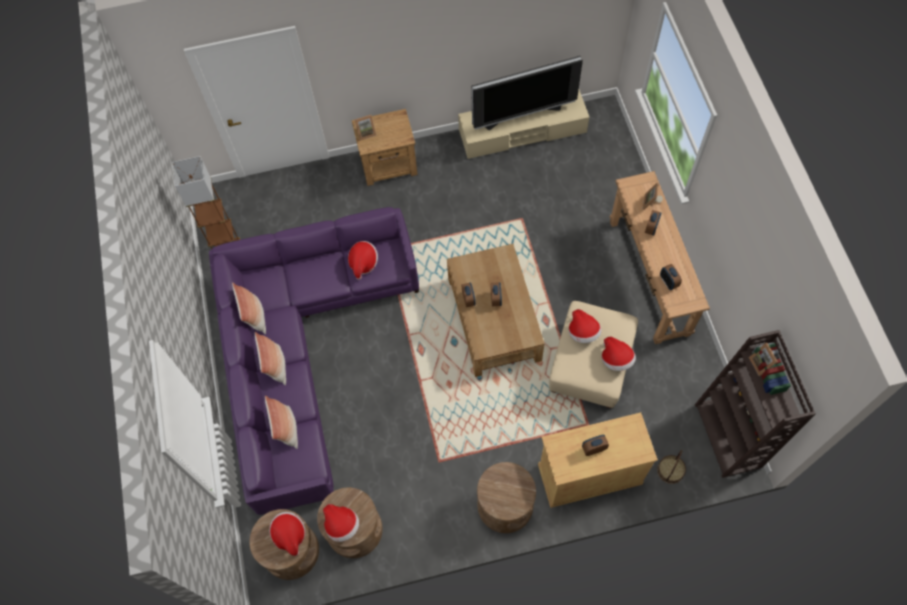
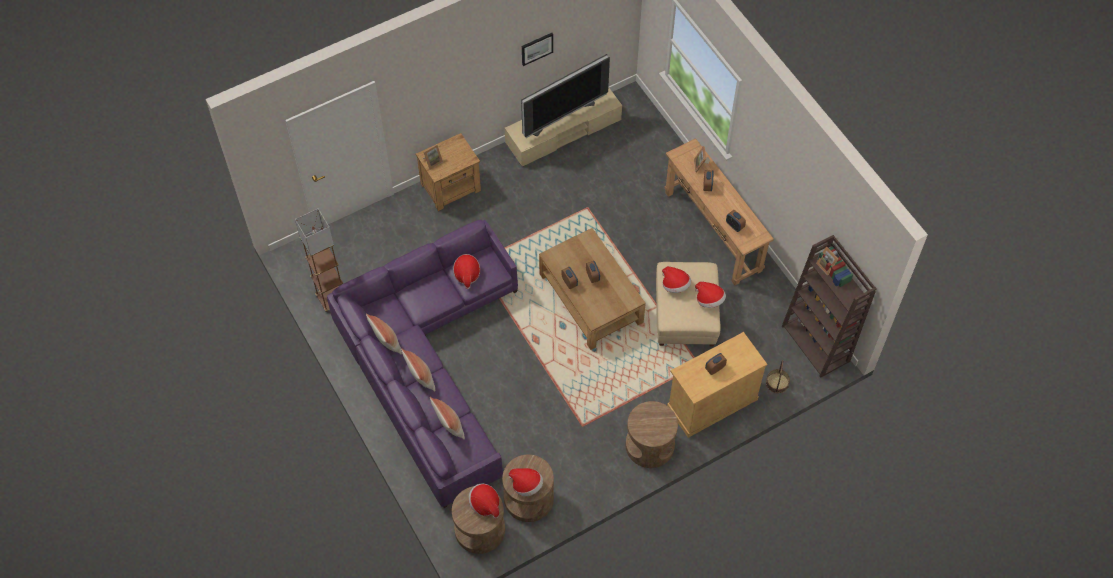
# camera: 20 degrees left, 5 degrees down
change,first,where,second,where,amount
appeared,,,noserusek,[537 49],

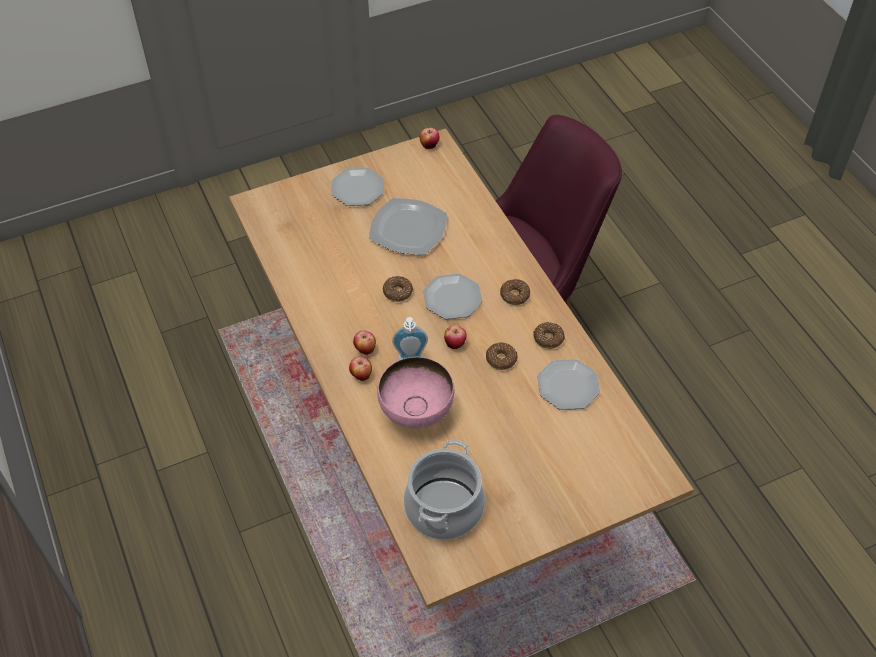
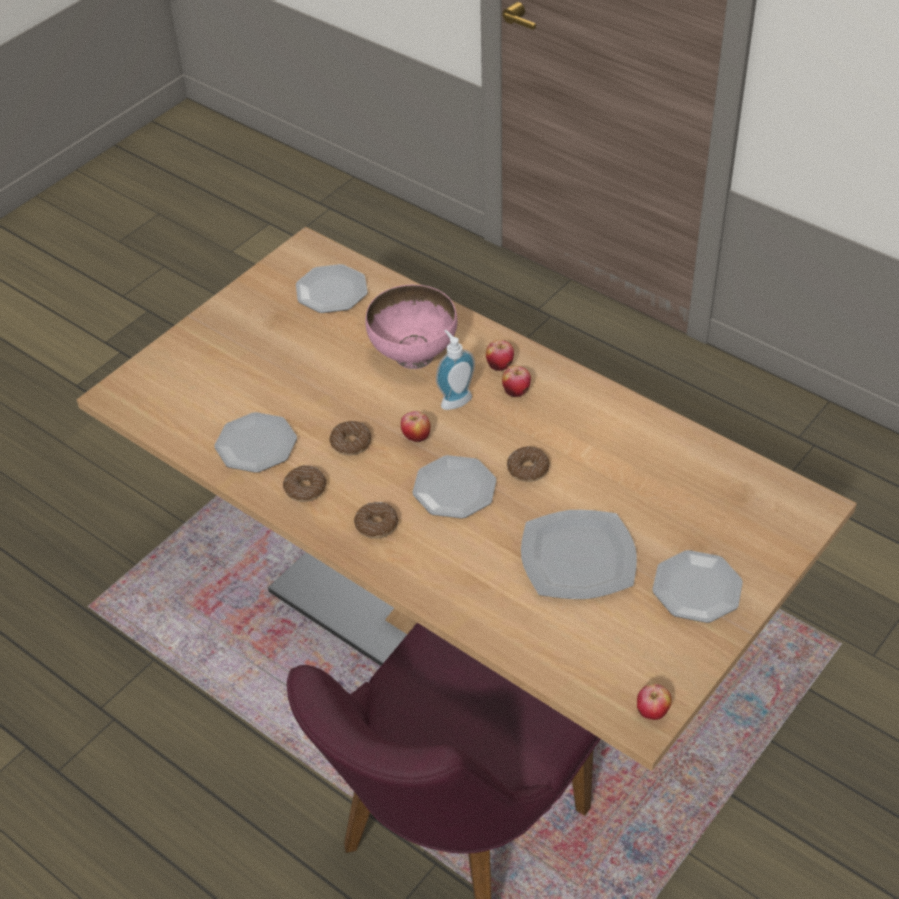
# camera: 155 degrees right, 5 degrees down
change,first,where,second,where,amount
exchanged,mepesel,[444 490],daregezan,[332 288],

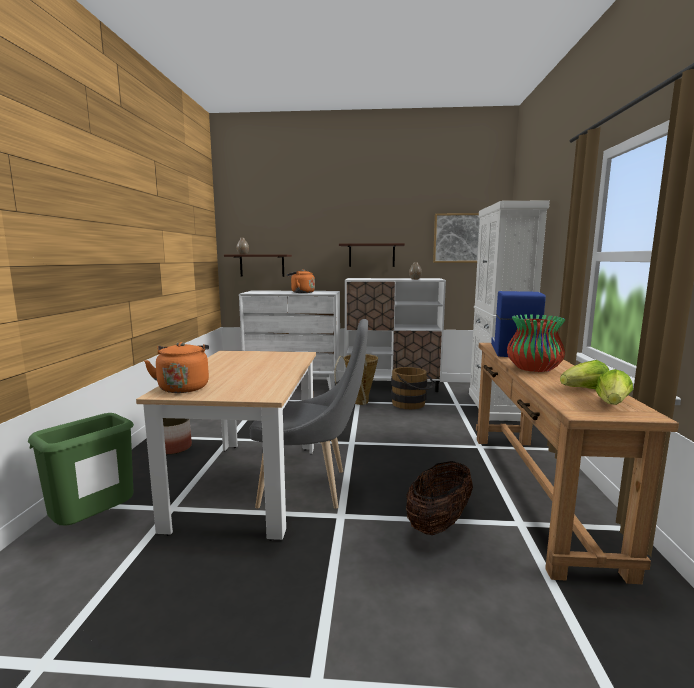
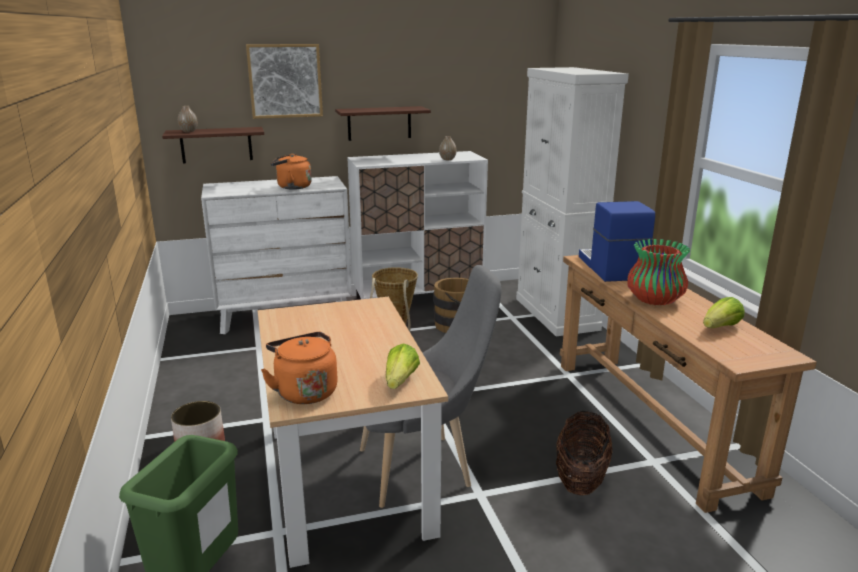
# camera: 20 degrees left, 10 degrees up
change,first,where,second,where,amount
relocated,noserusek,[456 238],,[284 81],
relocated,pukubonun,[614 387],,[403 366],

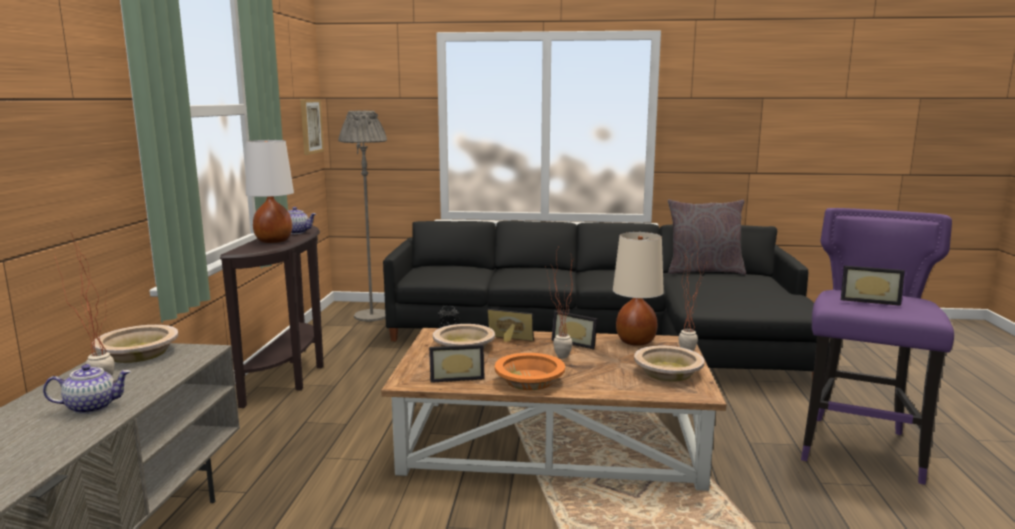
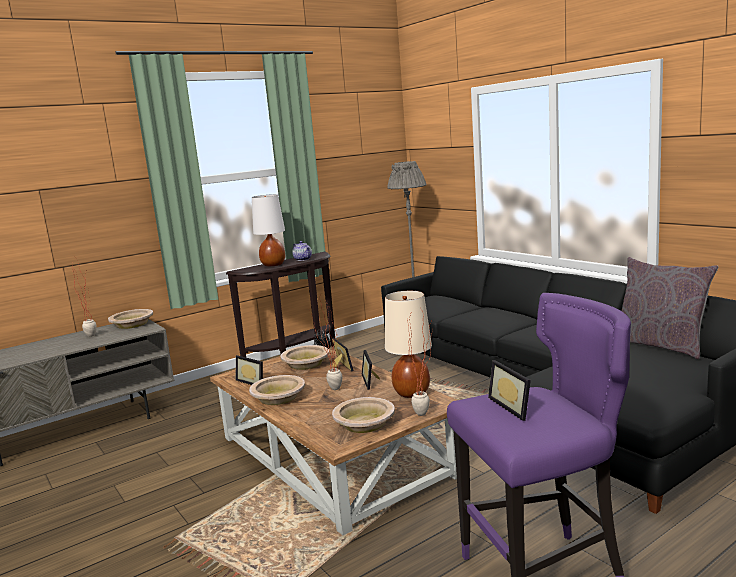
# camera: 50 degrees right, 0 degrees up
change,first,where,second,where,amount
missing,noserusek,[312 127],,,
colour,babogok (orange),[530 371],babogok (beige),[277 390],
missing,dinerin,[87 389],,,

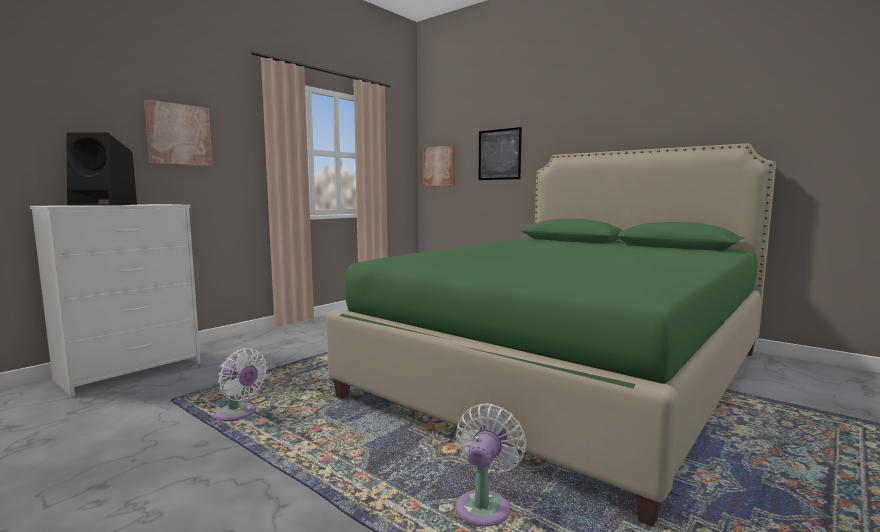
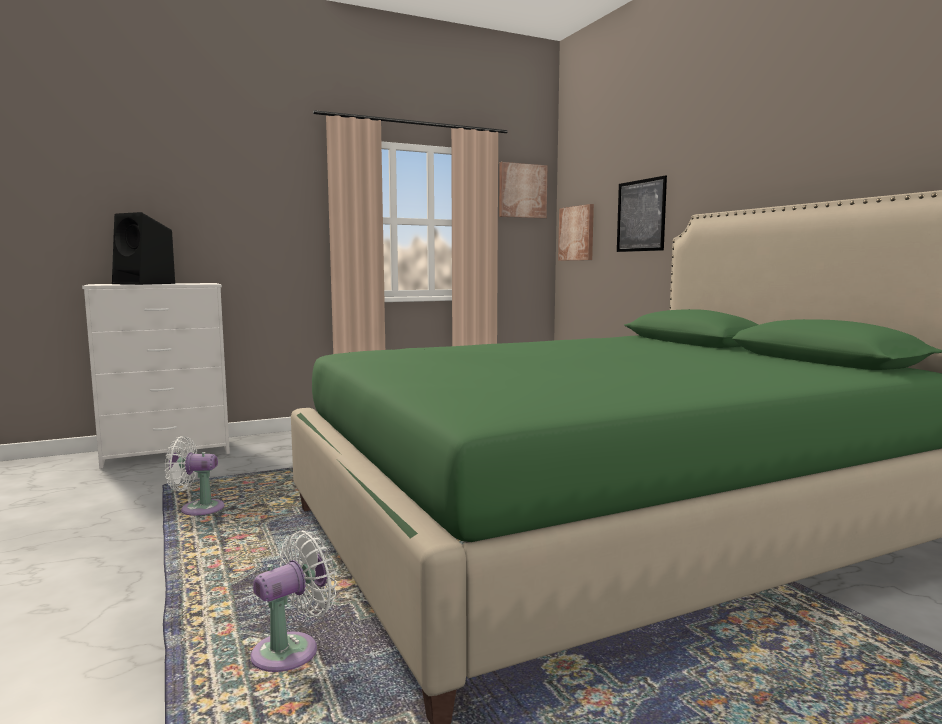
# camera: 25 degrees right, 0 degrees up
change,first,where,second,where,amount
relocated,noserusek,[178 132],,[523 190],
spun,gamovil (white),[241 384],,[195 476],120 degrees clockwise

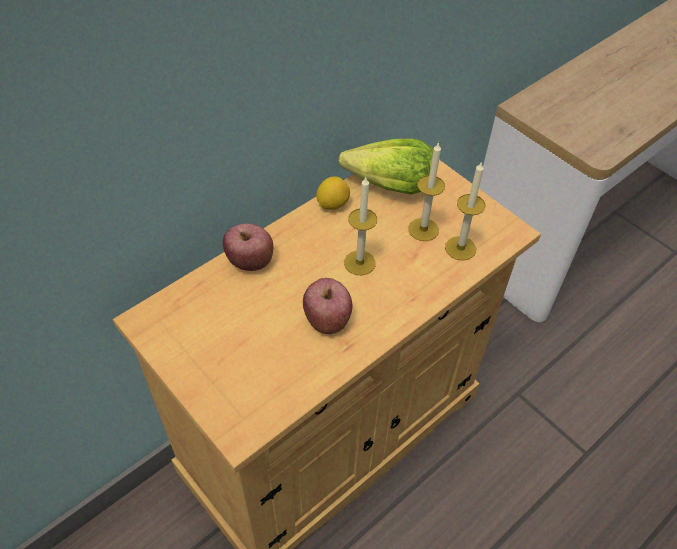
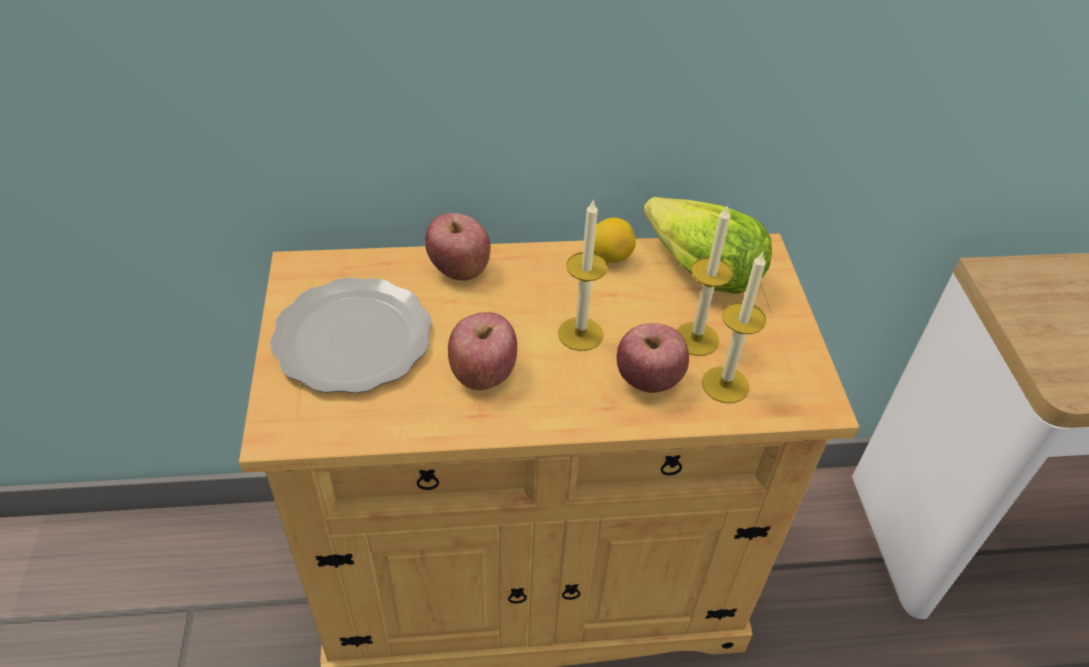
# camera: 35 degrees right, 5 degrees down
change,first,where,second,where,amount
appeared,,,daregezan,[351 335],
appeared,,,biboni,[653 358],

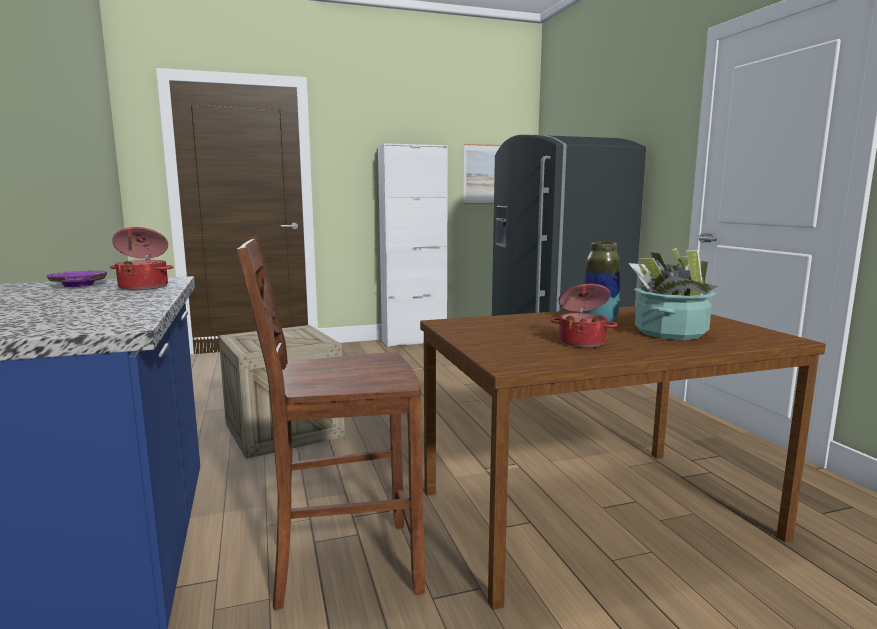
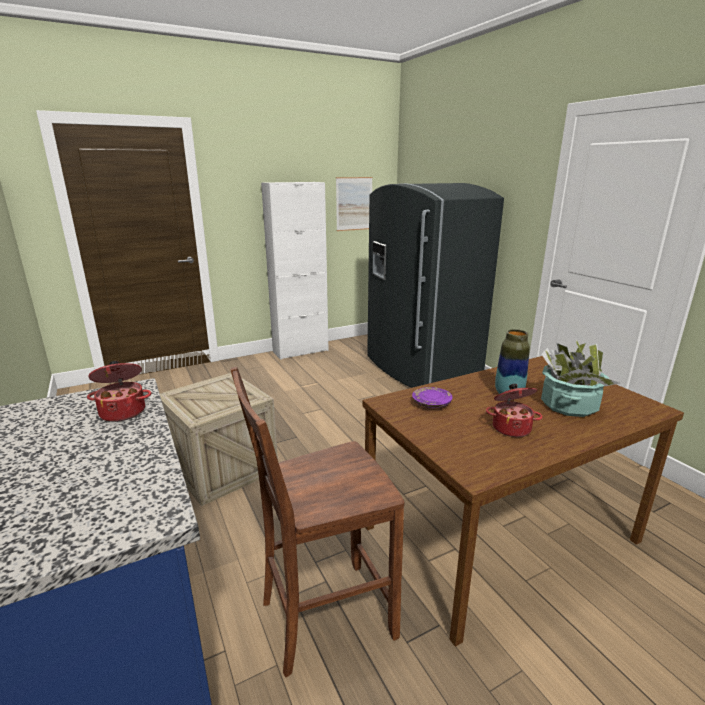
# camera: 10 degrees left, 10 degrees up
change,first,where,second,where,amount
relocated,daregezan (purple),[76 278],,[432 397],

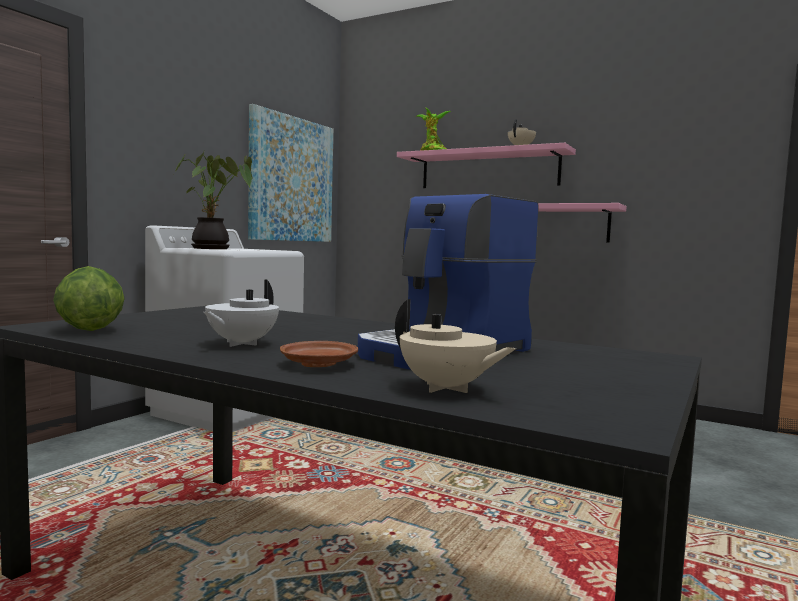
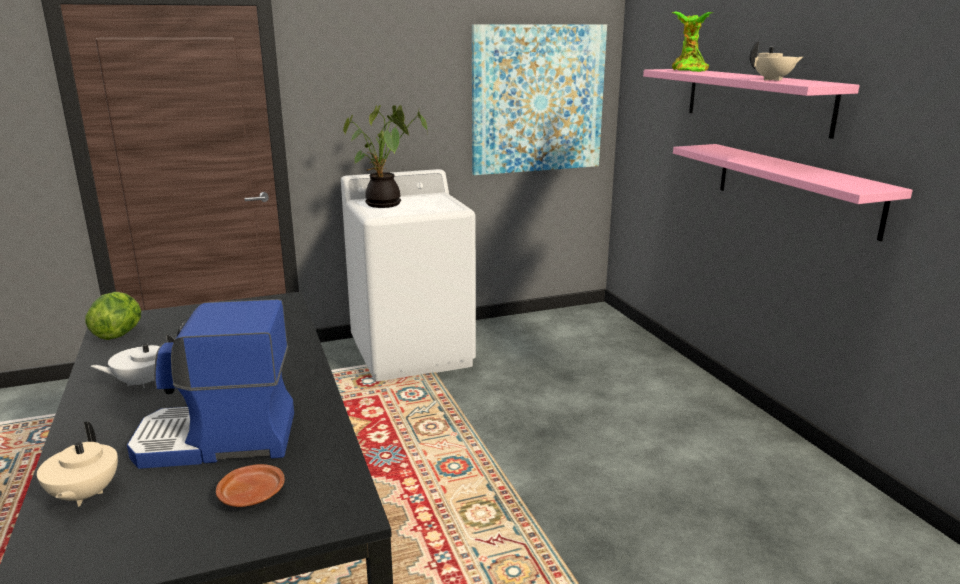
# camera: 40 degrees right, 15 degrees up
change,first,where,second,where,amount
relocated,daregezan (brown),[319 354],,[250 485],

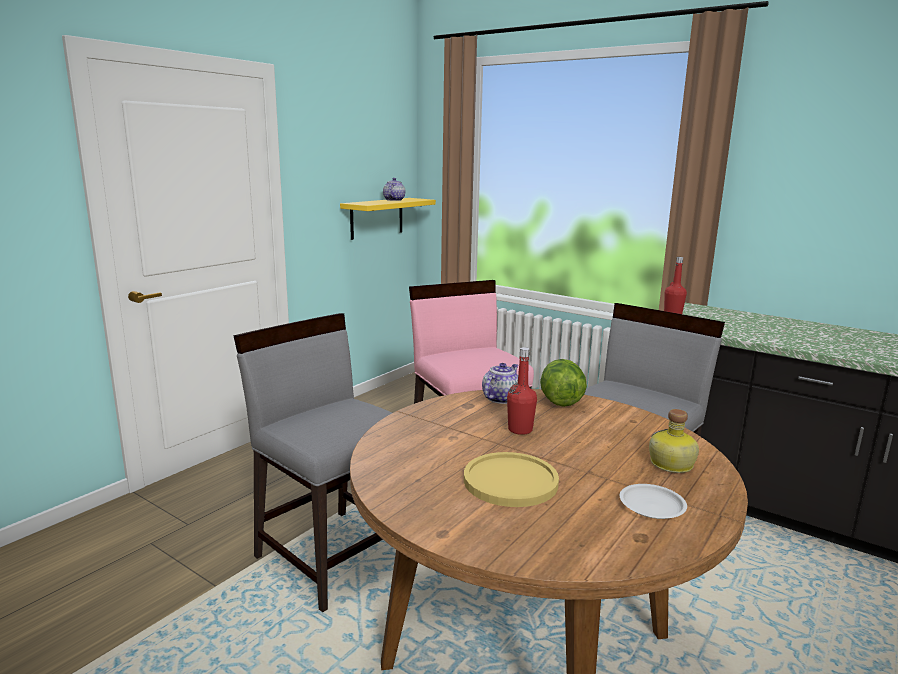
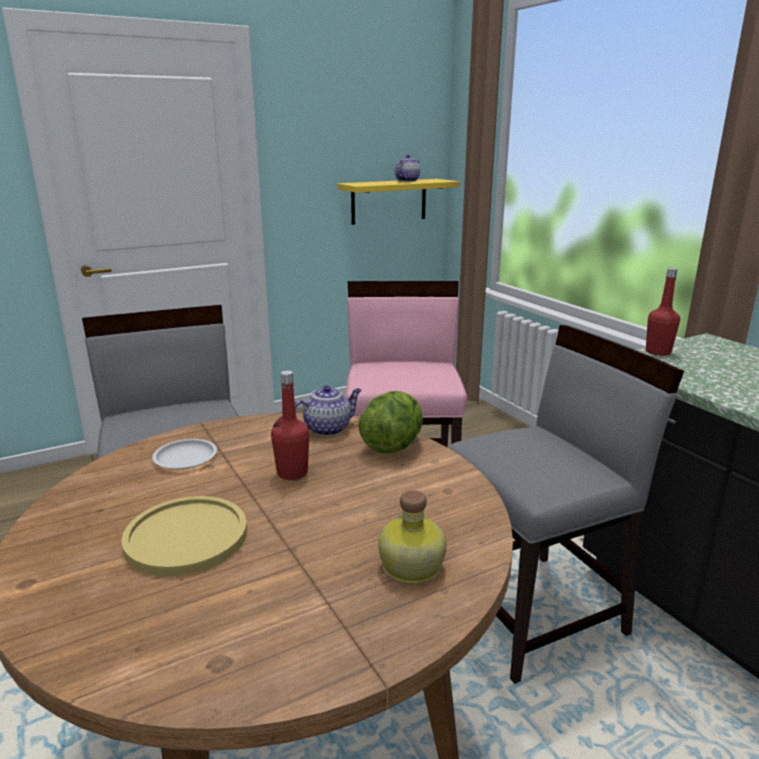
# camera: 25 degrees right, 5 degrees up
change,first,where,second,where,amount
relocated,daregezan (white),[653 501],,[184 454],

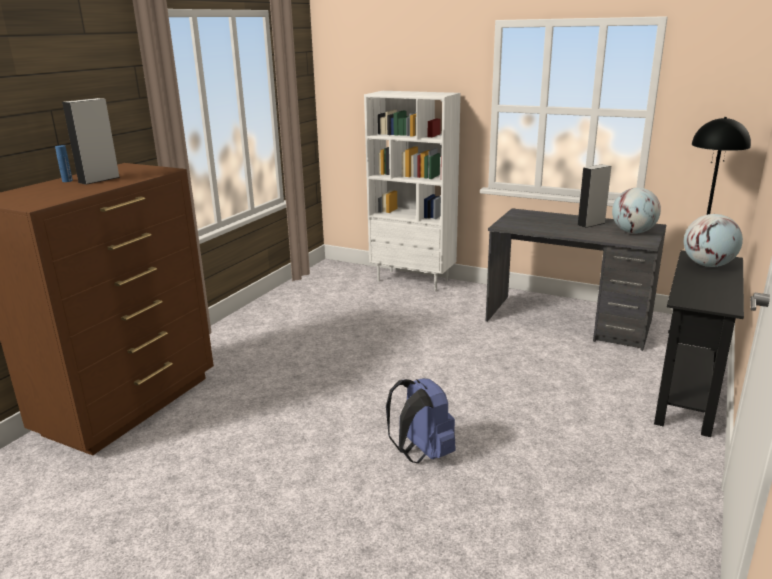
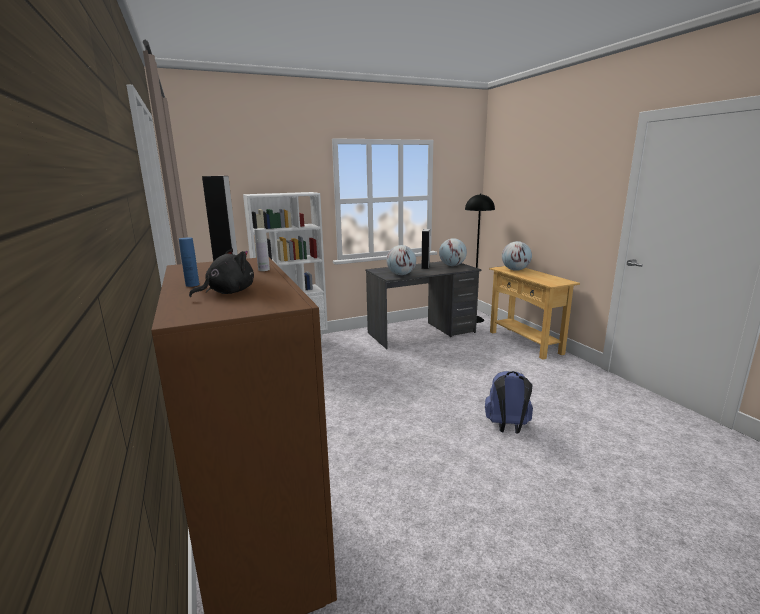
# camera: 50 degrees left, 5 degrees down
change,first,where,second,where,amount
colour,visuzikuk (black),[699 343],visuzikuk (beige),[534 313],
appeared,,,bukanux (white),[262 249],
appeared,,,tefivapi,[401 260],
appeared,,,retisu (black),[221 273],

